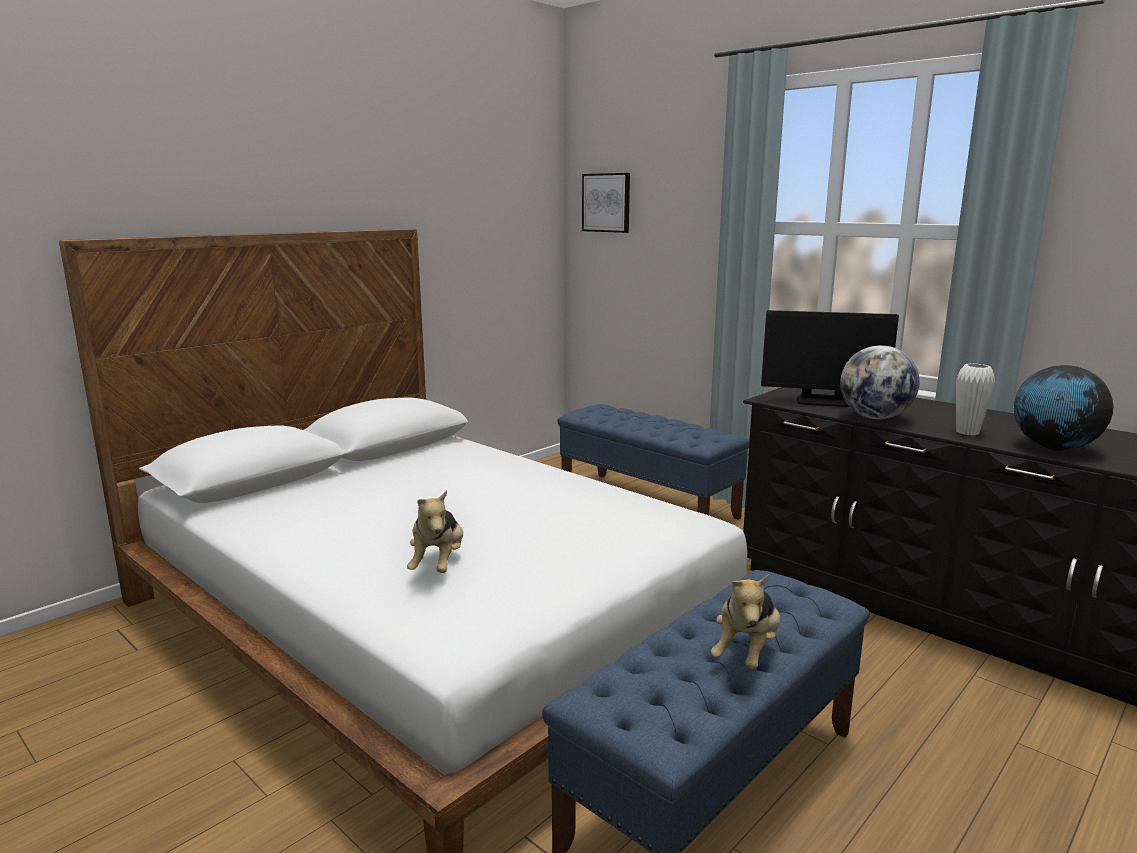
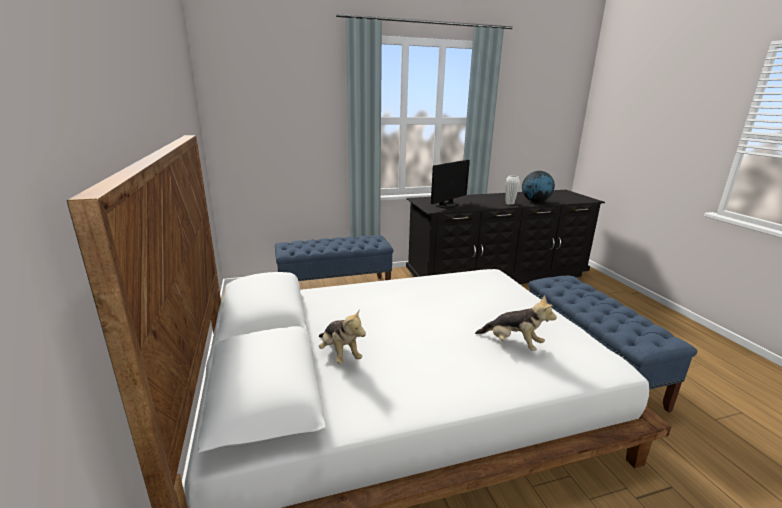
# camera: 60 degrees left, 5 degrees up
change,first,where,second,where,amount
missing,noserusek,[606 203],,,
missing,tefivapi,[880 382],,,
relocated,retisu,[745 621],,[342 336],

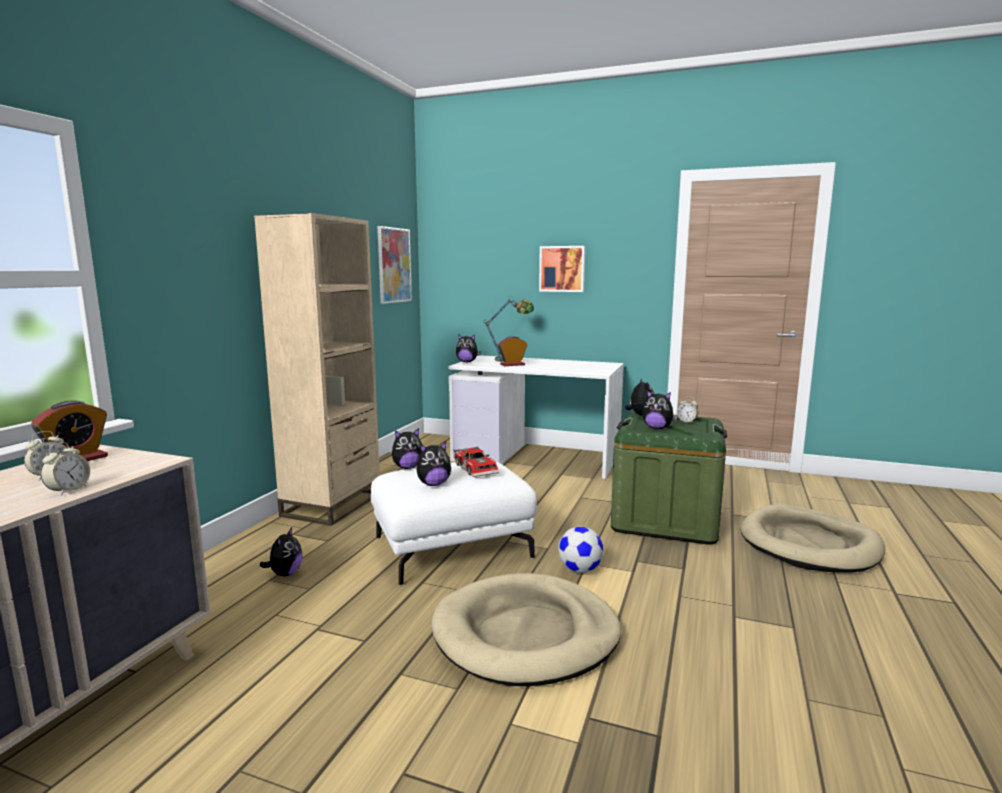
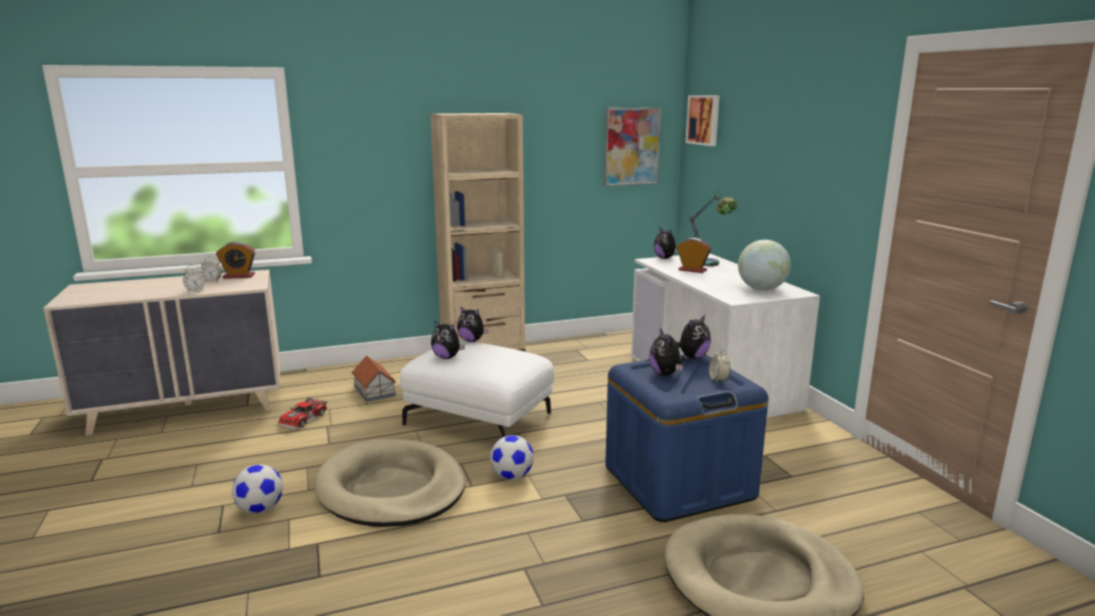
# camera: 50 degrees right, 5 degrees up
change,first,where,second,where,amount
relocated,noserusek,[562 269],,[703 120],
colour,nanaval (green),[669 478],nanaval (blue),[686 438],
relocated,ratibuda,[476 461],,[302 413],
exchanged,retisu,[281 552],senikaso,[374 379],
appeared,,,tefivapi,[764 265],
appeared,,,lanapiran,[257 489],

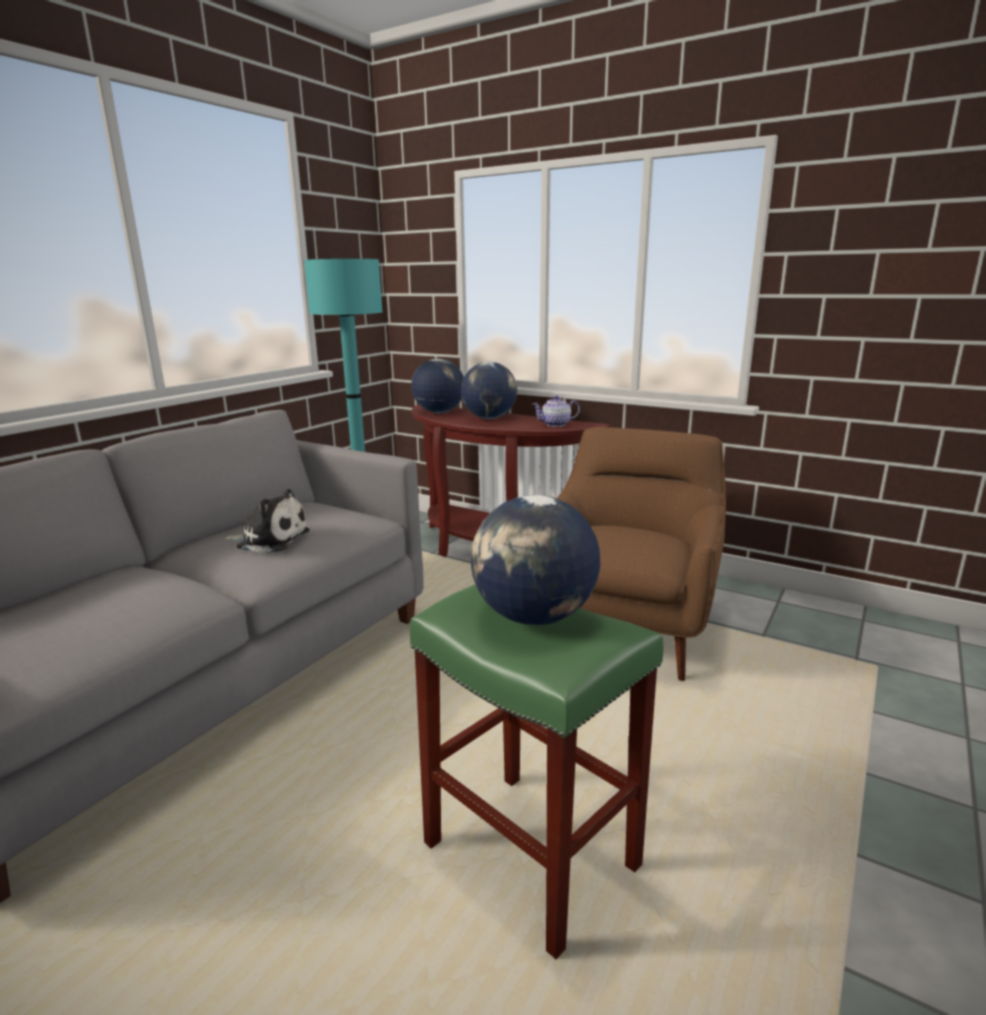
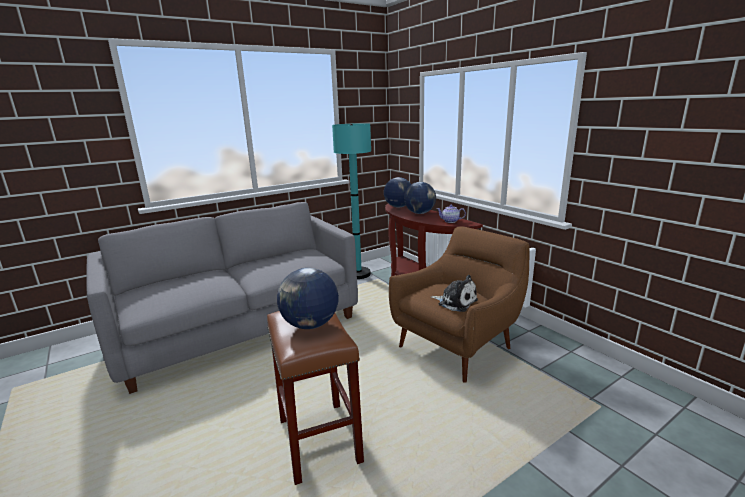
# camera: 25 degrees right, 0 degrees up
change,first,where,second,where,amount
relocated,retisu,[266 521],,[454 293],
colour,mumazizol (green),[537 771],mumazizol (brown),[315 398],

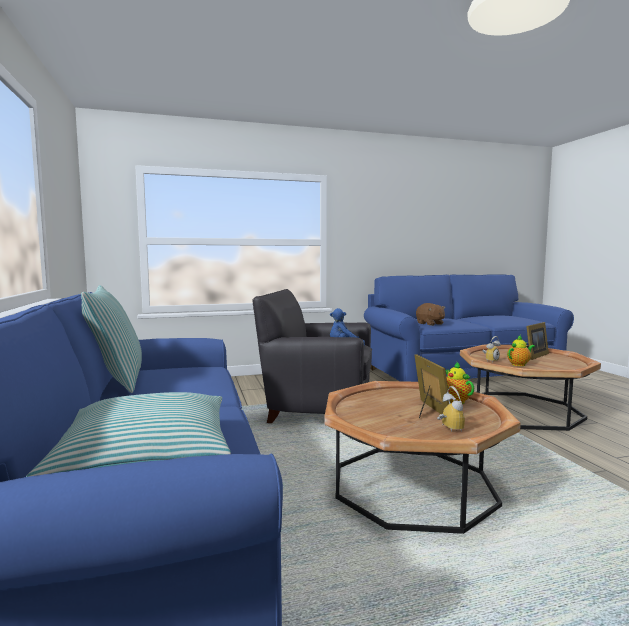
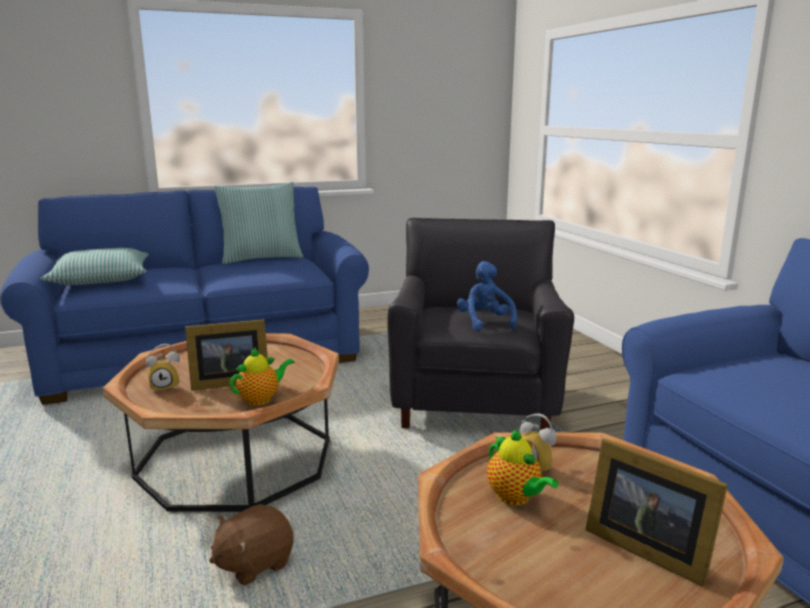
# camera: 85 degrees right, 10 degrees up
change,first,where,second,where,amount
relocated,retisu (brown),[430 314],,[251 545],

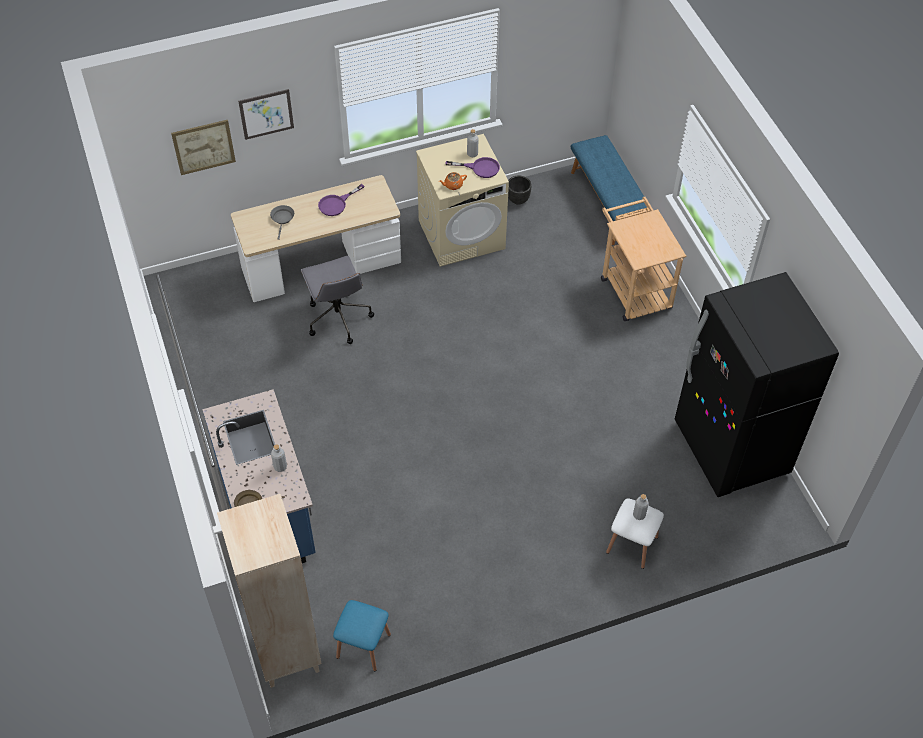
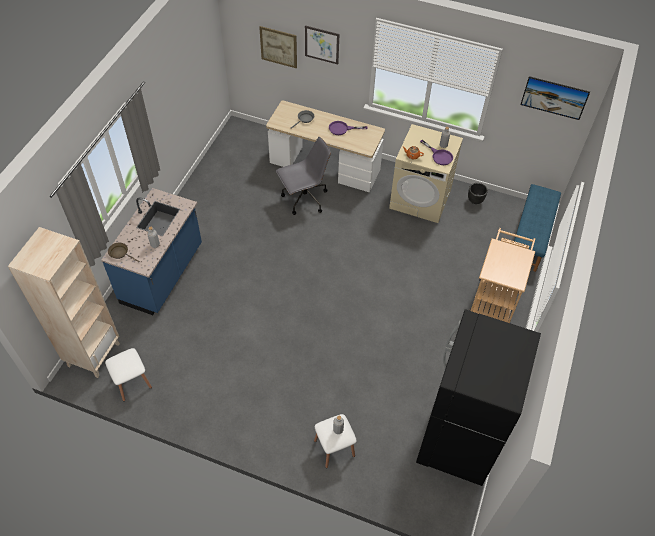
# camera: 40 degrees right, 0 degrees up
change,first,where,second,where,amount
spun,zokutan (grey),[337 300],,[303 176],135 degrees counterclockwise
colour,mumazizol (blue),[362 635],mumazizol (white),[128 374],
appeared,,,noserusek,[555 98],

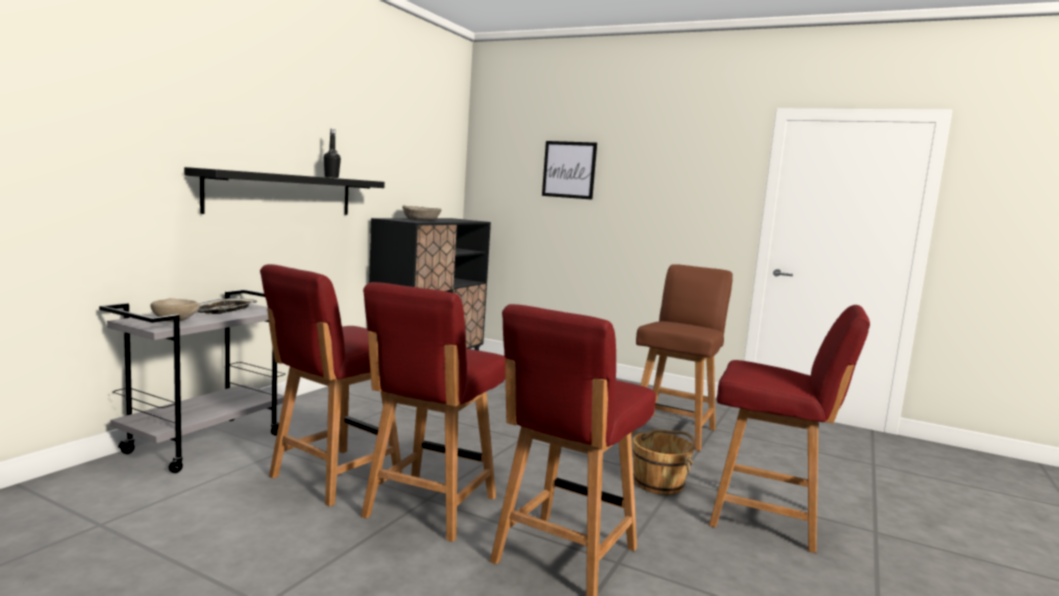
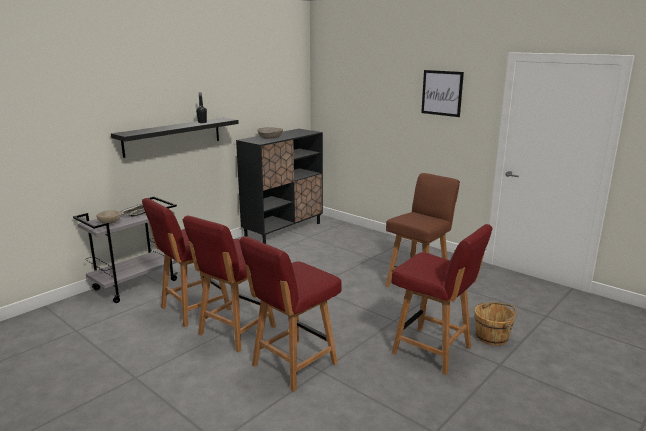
# camera: 15 degrees right, 10 degrees up
change,first,where,second,where,amount
relocated,noserusek,[569 170],,[442 93],
relocated,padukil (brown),[664 462],,[496 324],

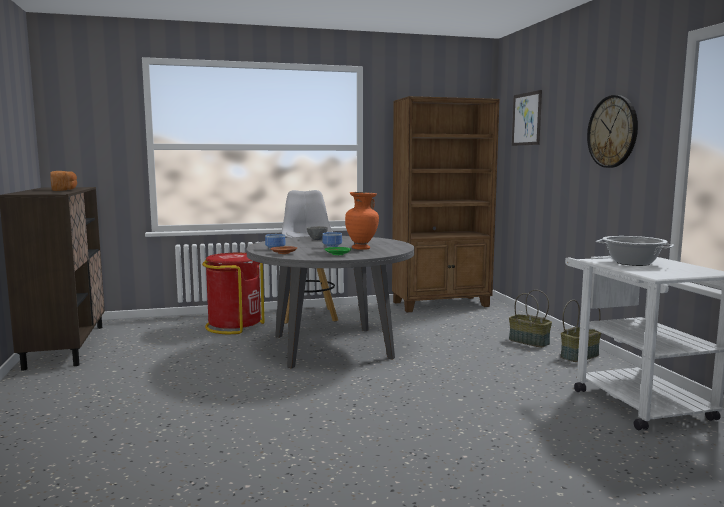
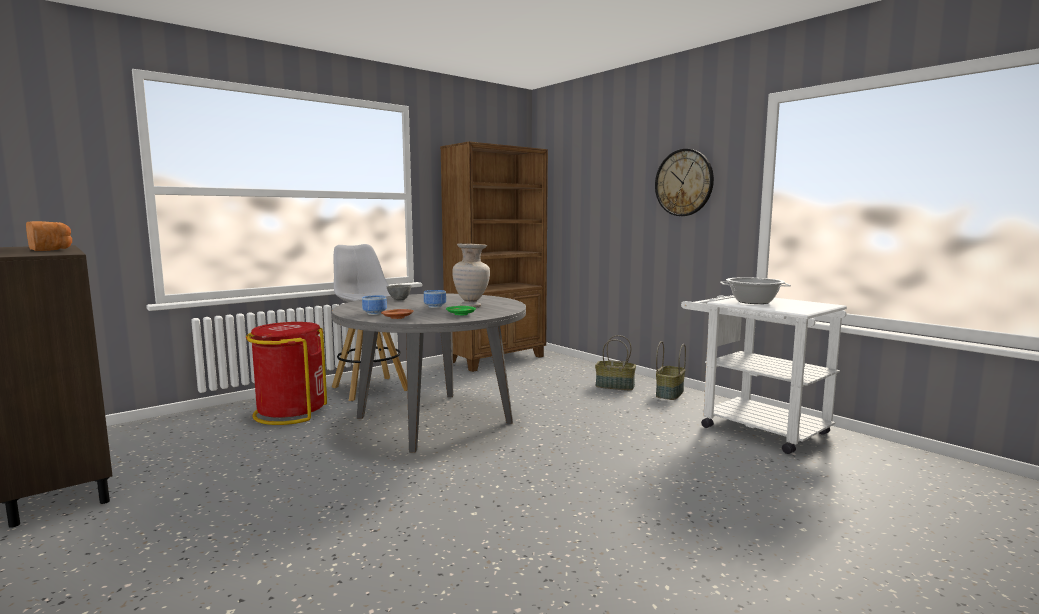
# camera: 25 degrees left, 0 degrees up
change,first,where,second,where,amount
missing,noserusek,[527 118],,,
colour,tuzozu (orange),[362 221],tuzozu (beige),[471 275],

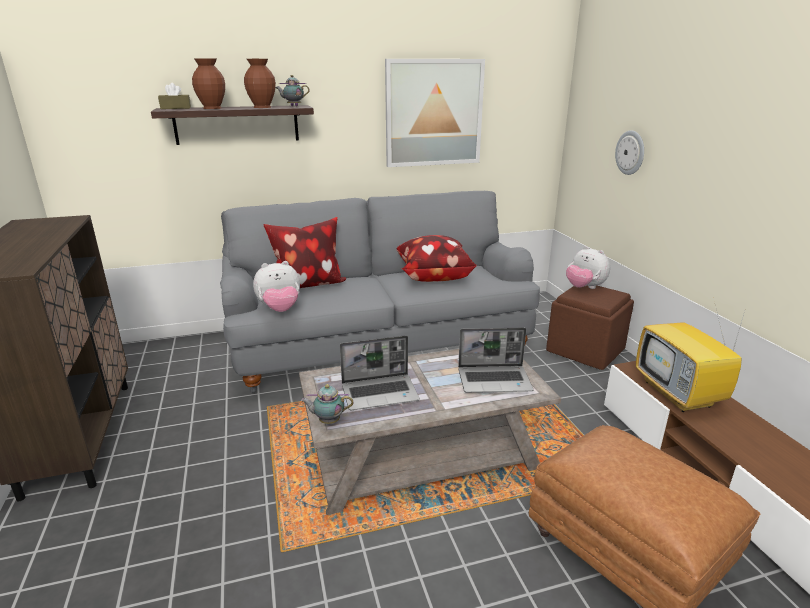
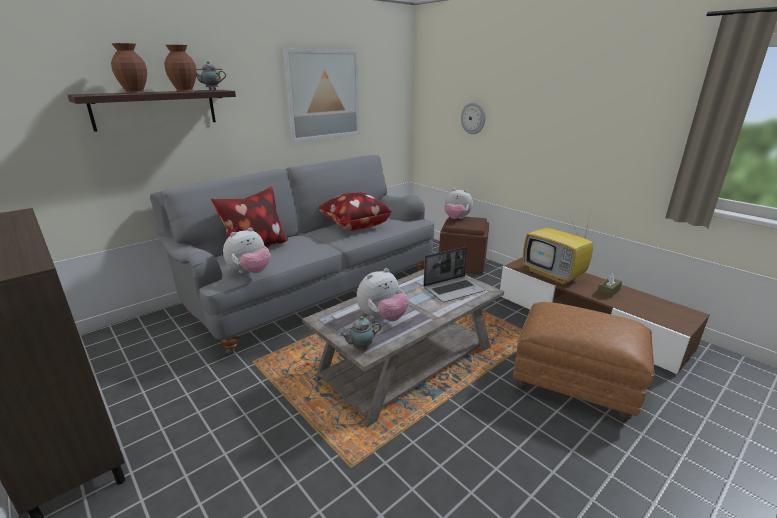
# camera: 25 degrees left, 0 degrees up
change,first,where,second,where,amount
relocated,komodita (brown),[174 96],,[609 285],
exchanged,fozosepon,[380 372],retisu,[383 294],

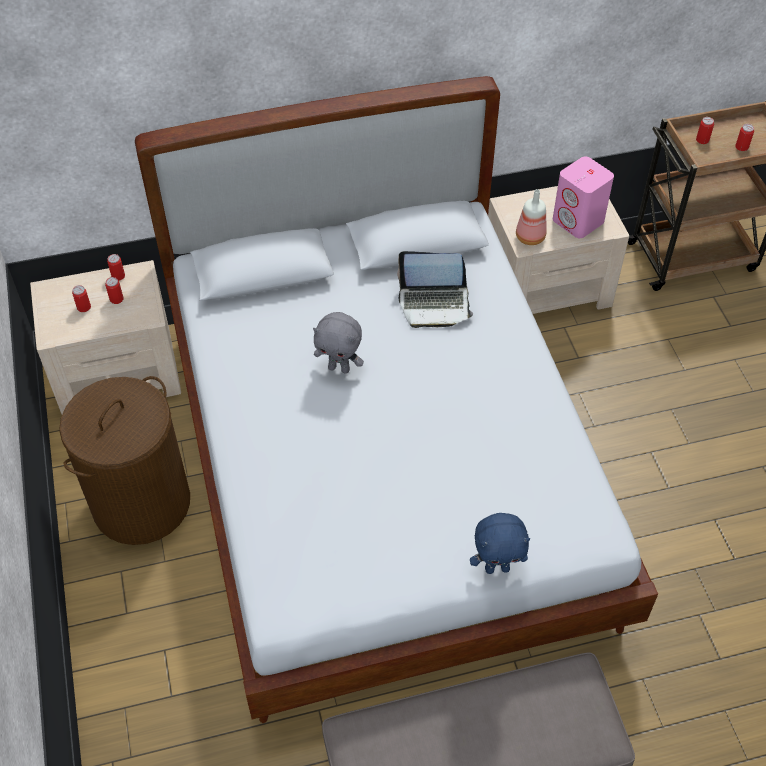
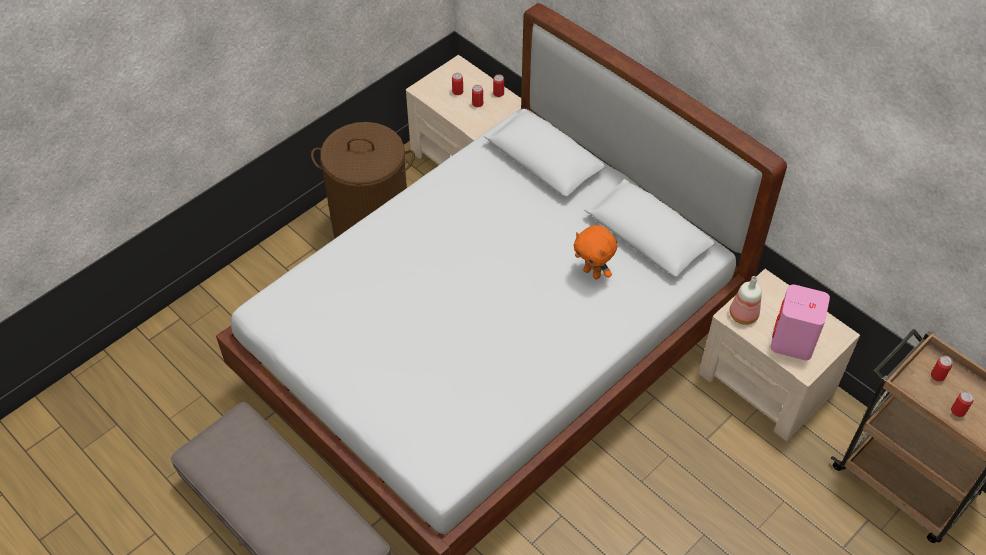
# camera: 60 degrees right, 0 degrees up
change,first,where,second,where,amount
exchanged,fozosepon,[435 289],retisu (orange),[595 252],
missing,retisu (grey),[338 343],,,
missing,retisu (blue),[500 543],,,

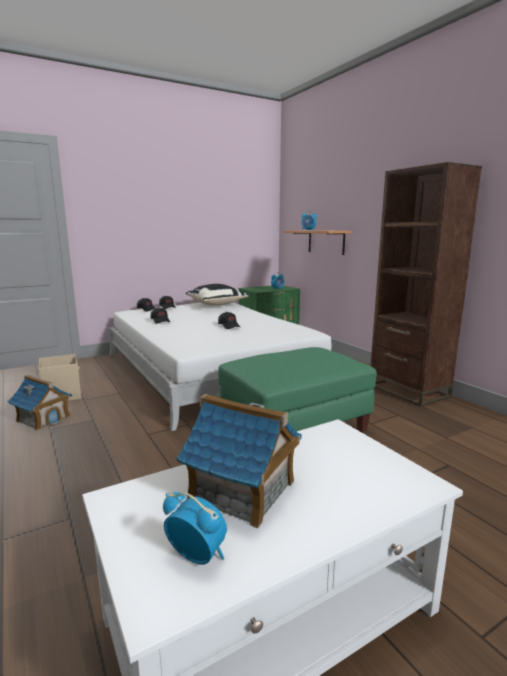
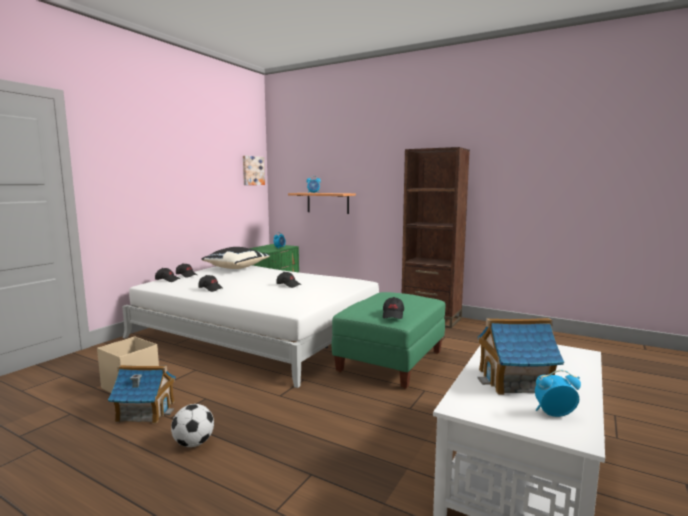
# camera: 30 degrees left, 5 degrees down
change,first,where,second,where,amount
appeared,,,noserusek,[254 170],
appeared,,,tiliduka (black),[393 308],
appeared,,,lanapiran,[192 425],

